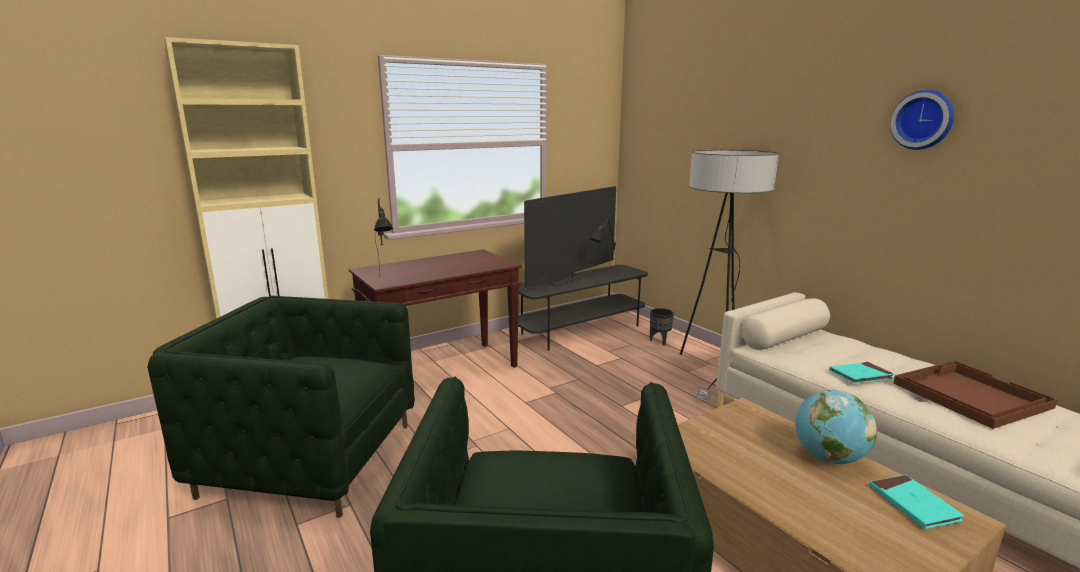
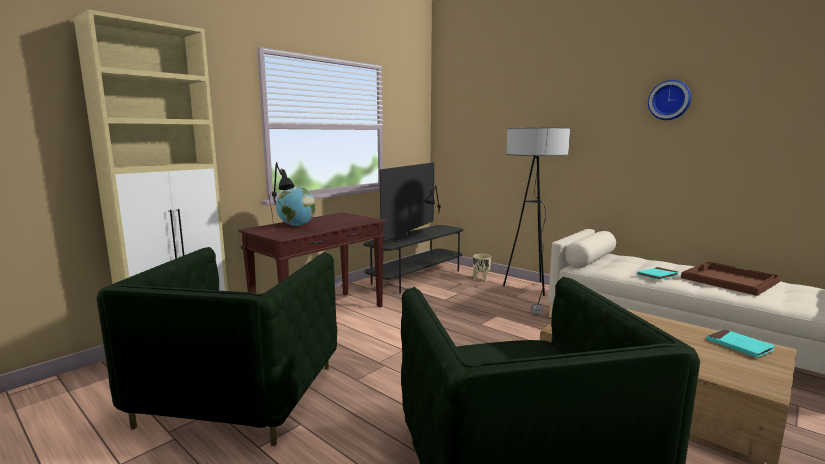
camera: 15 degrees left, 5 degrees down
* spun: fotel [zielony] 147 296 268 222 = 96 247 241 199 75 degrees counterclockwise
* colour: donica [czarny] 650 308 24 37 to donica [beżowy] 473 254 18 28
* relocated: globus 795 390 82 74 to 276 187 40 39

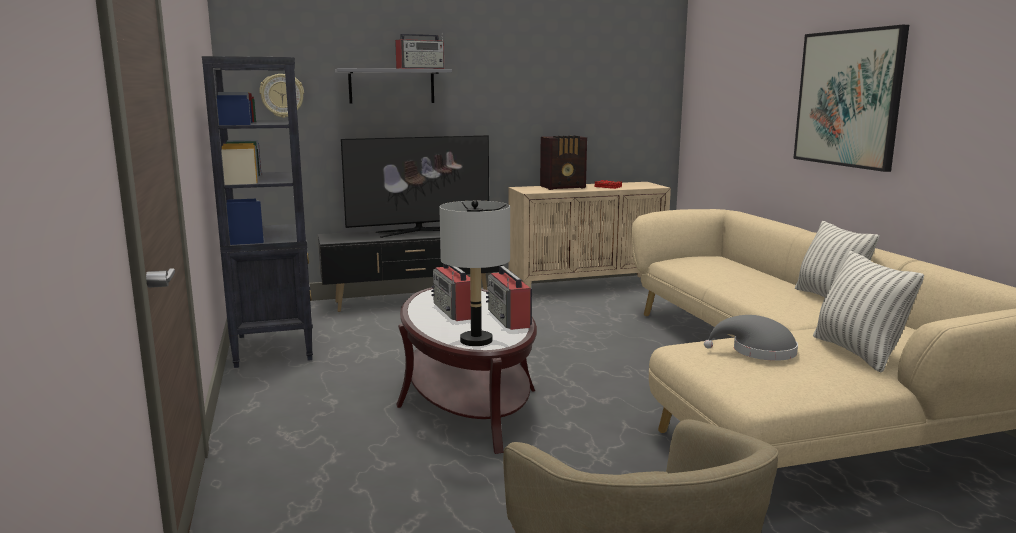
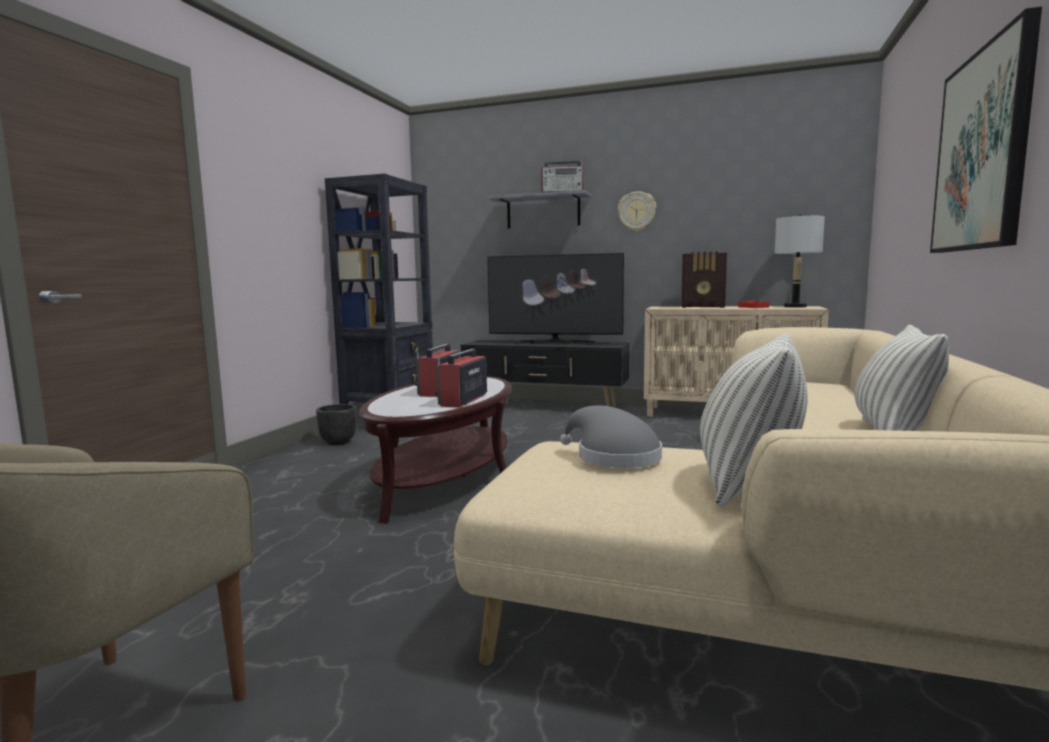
camera: 35 degrees right, 5 degrees down
* relocated: zegar ścienny 259 74 45 44 to 618 191 39 40
* relocated: lampa stołowa [szary] 439 200 71 146 to 775 214 50 94
* appeared: donica [czarny] 316 404 41 41

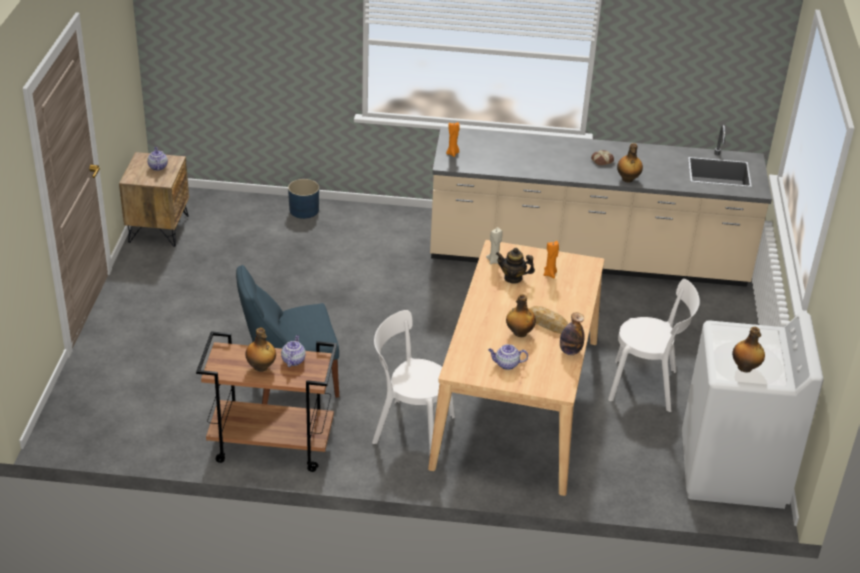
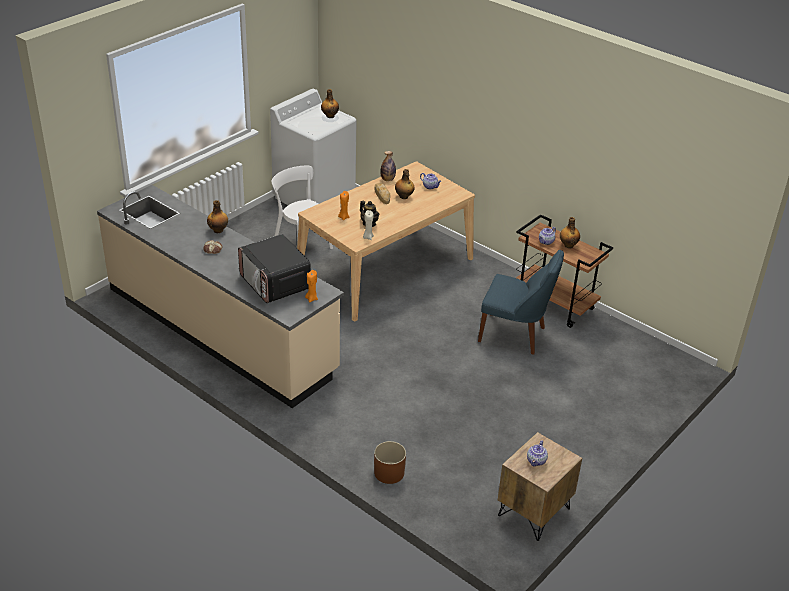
camera: 145 degrees left, 0 degrees up
* colour: donica [niebieski] 288 179 31 40 to donica [brązowy] 374 441 32 43
* missing: krzesło [biały] 372 310 83 142
* appeared: mikrofalówka 238 234 73 69

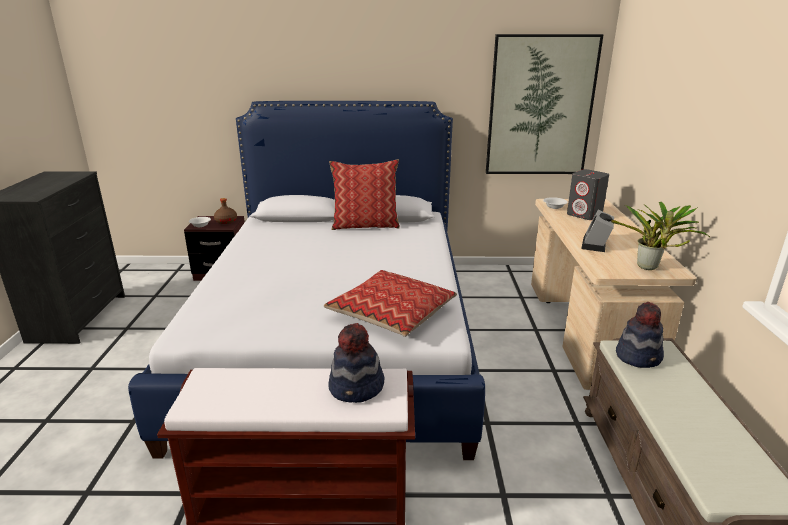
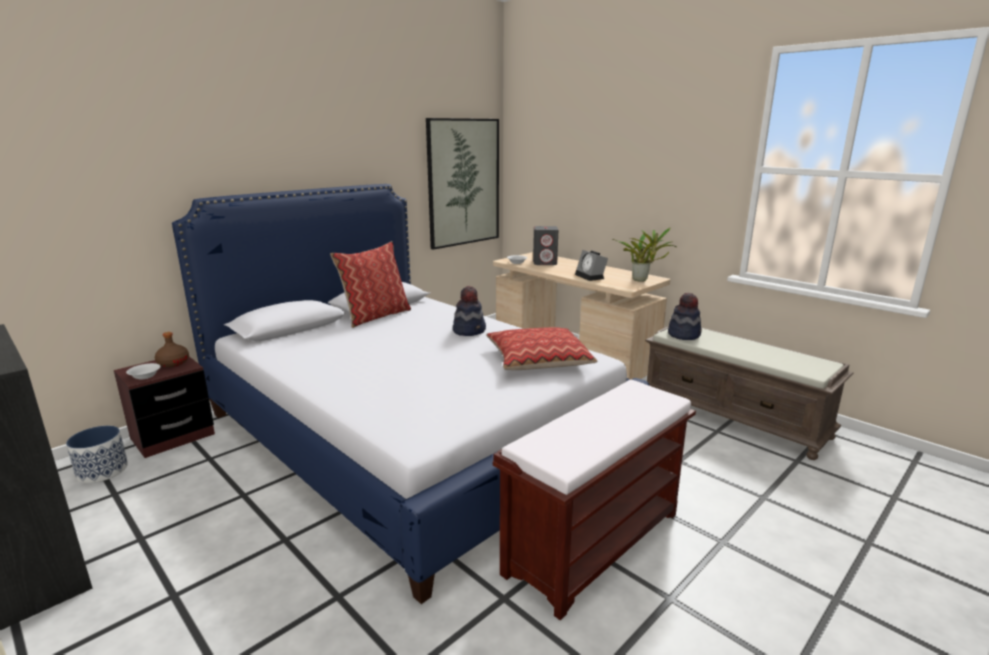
camera: 45 degrees left, 5 degrees down
* relocated: kapelusz 328 323 57 80 to 453 286 33 50
* appeared: donica 66 426 62 57

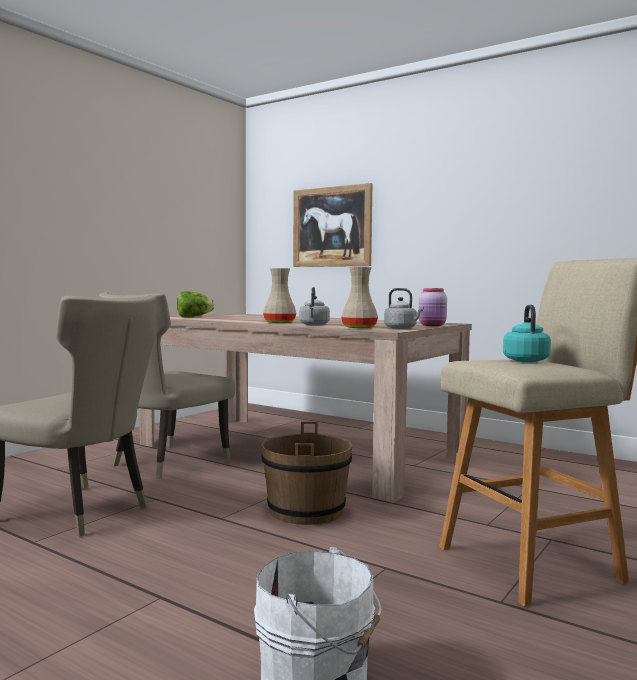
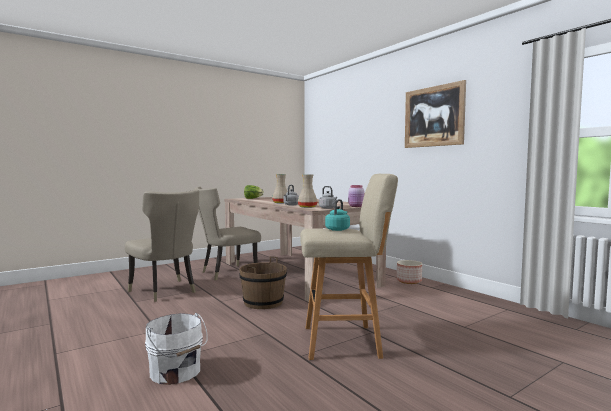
camera: 20 degrees right, 0 degrees up
* relocated: obraz 293 183 79 84 to 405 80 61 68
* appeared: donica 397 260 25 24

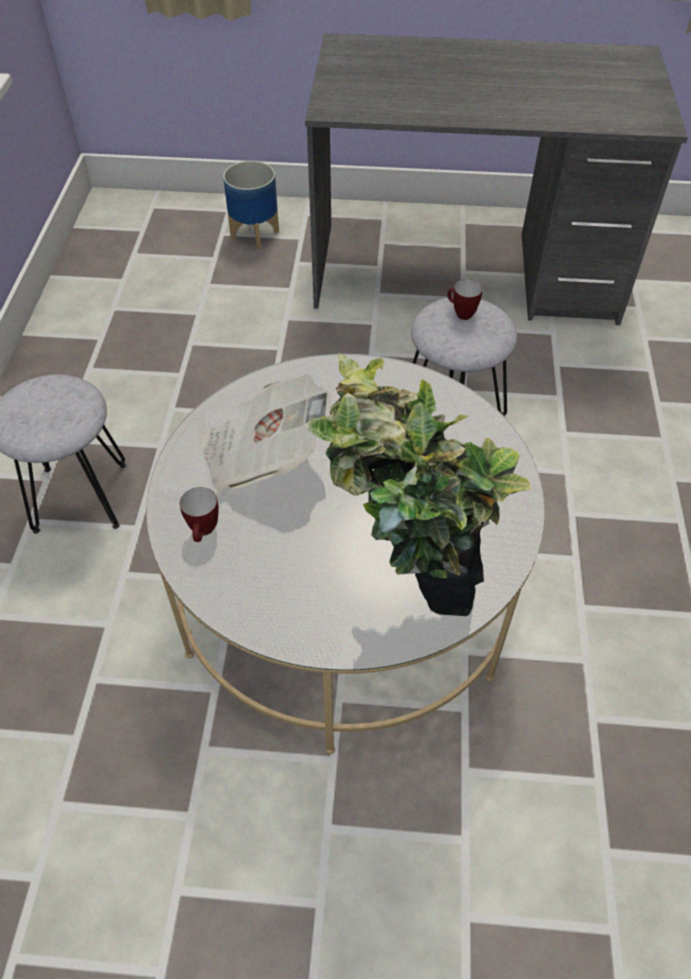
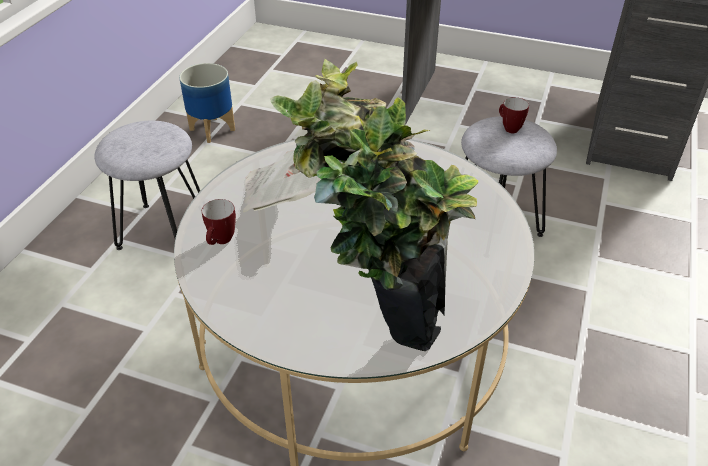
camera: 15 degrees right, 10 degrees down
* relocated: donica 223 161 56 89 to 179 63 56 80

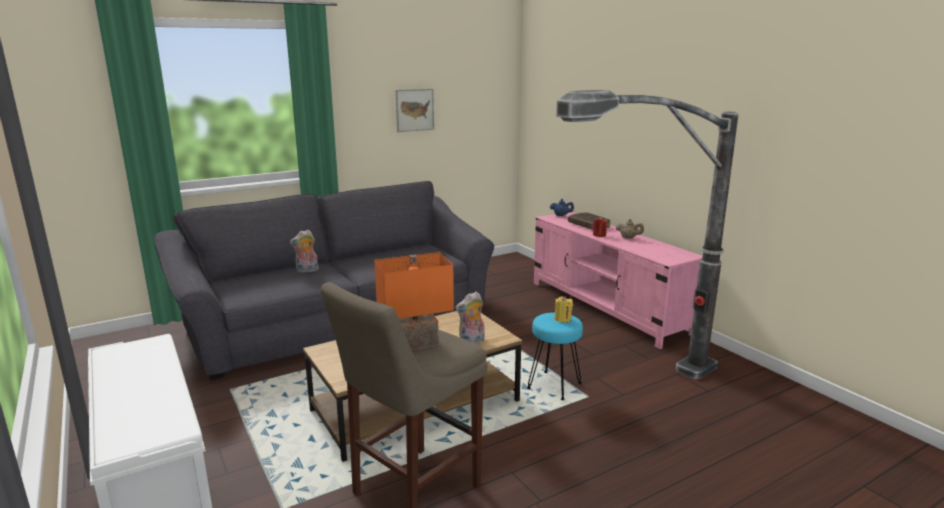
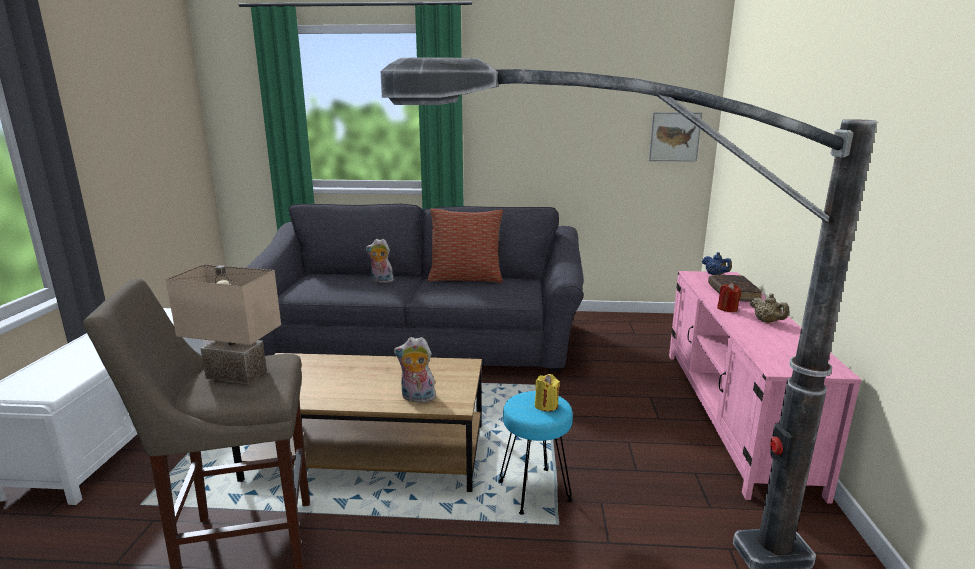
camera: 35 degrees right, 0 degrees up
* colour: lampa stołowa [pomarańczowy] 374 252 80 98 to lampa stołowa [beżowy] 166 264 115 120
* relocated: obraz 396 89 38 43 to 649 112 53 50
* appeared: poduszka 428 208 75 75

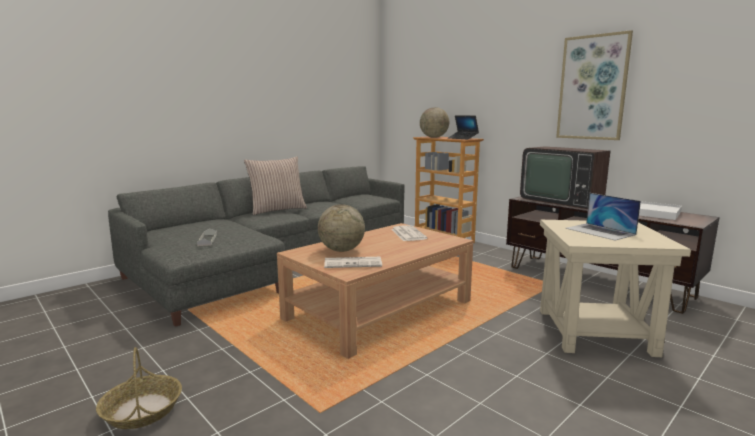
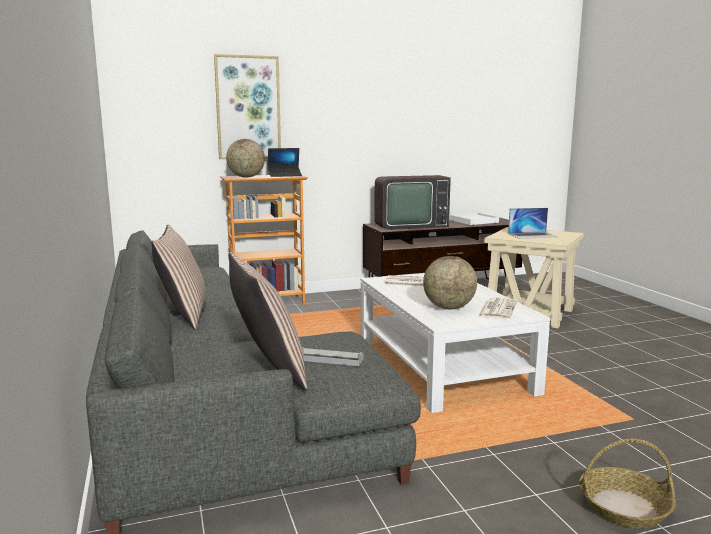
camera: 65 degrees left, 0 degrees up
* colour: ława [brązowy] 277 223 197 136 to ława [biały] 361 273 189 140
* relocated: obraz 556 30 77 110 to 214 54 67 105
* appeared: poduszka 228 252 79 138

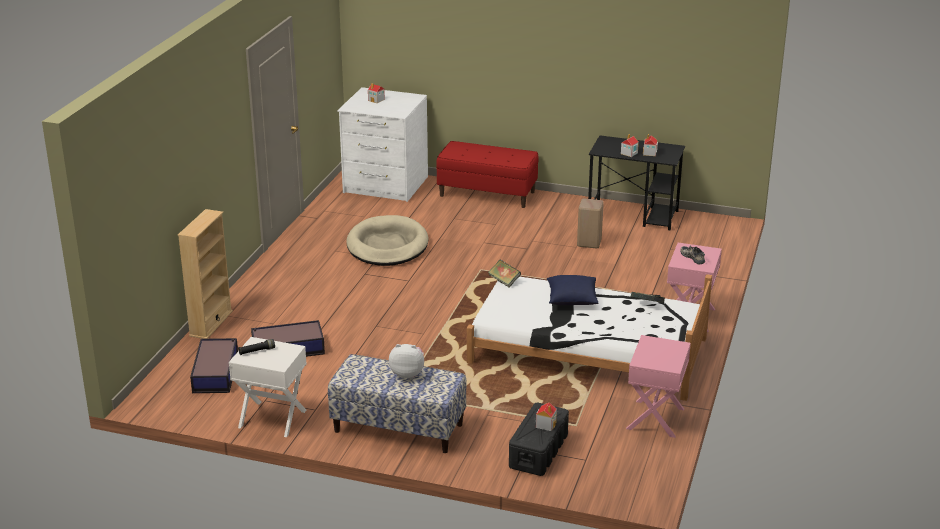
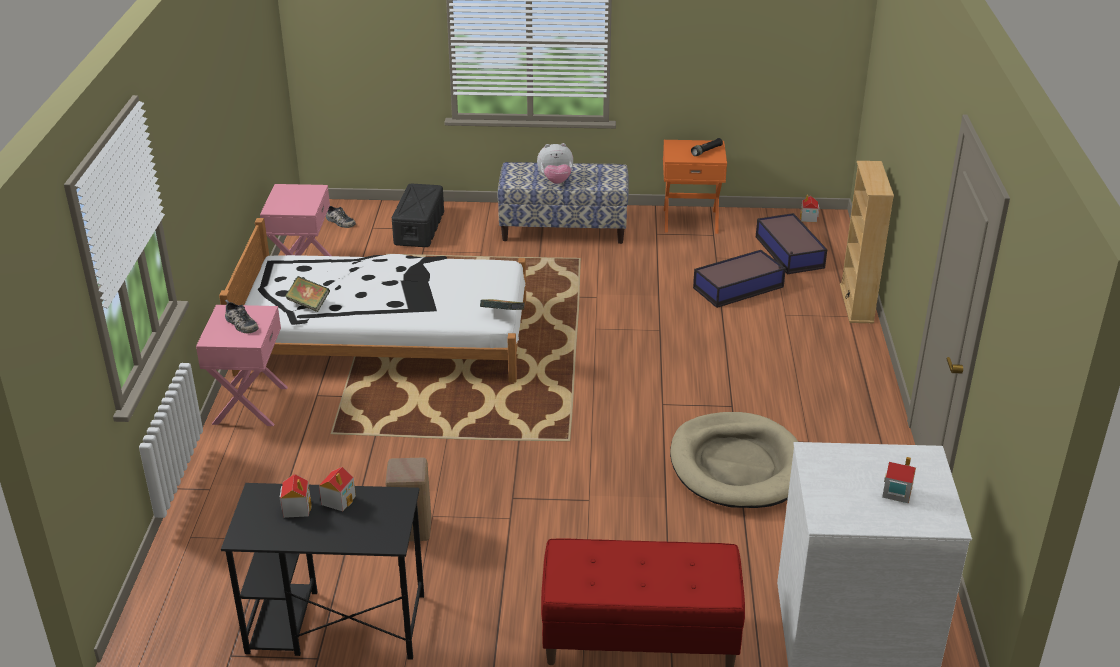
camera: 165 degrees right, 5 degrees up
* colour: szafka nocna [biały] 229 337 78 100 to szafka nocna [pomarańczowy] 663 140 64 94
* relocated: domek 536 402 21 29 to 800 195 19 27
* missing: poduszka [niebieski] 547 275 51 30
* appeared: but 326 206 30 22

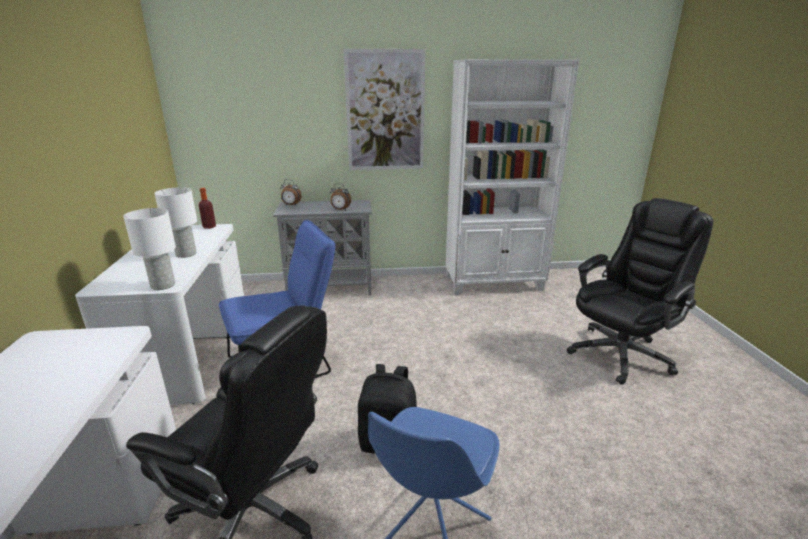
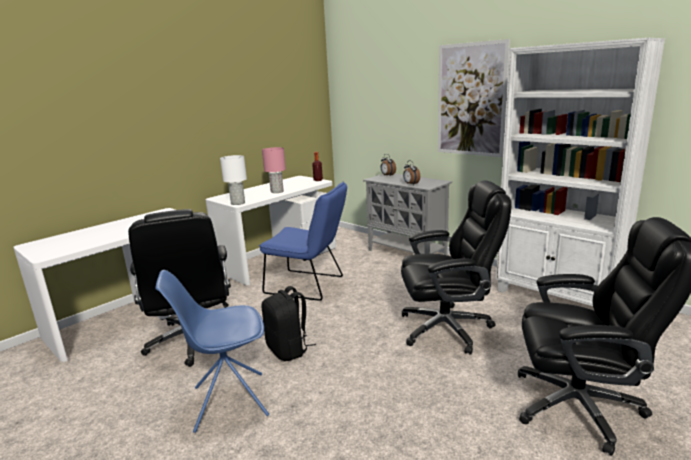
camera: 50 degrees right, 5 degrees down
* colour: lampa stołowa [biały] 154 187 43 71 to lampa stołowa [różowy] 262 147 24 46
* appeared: krzesło biurowe [czarny] 401 181 111 174

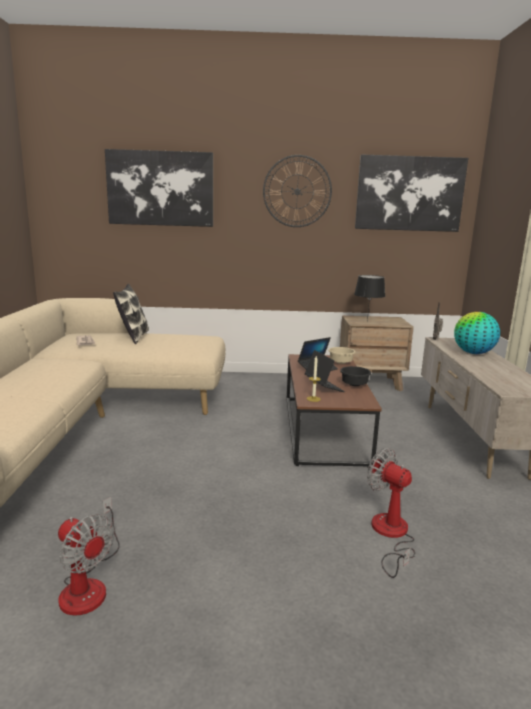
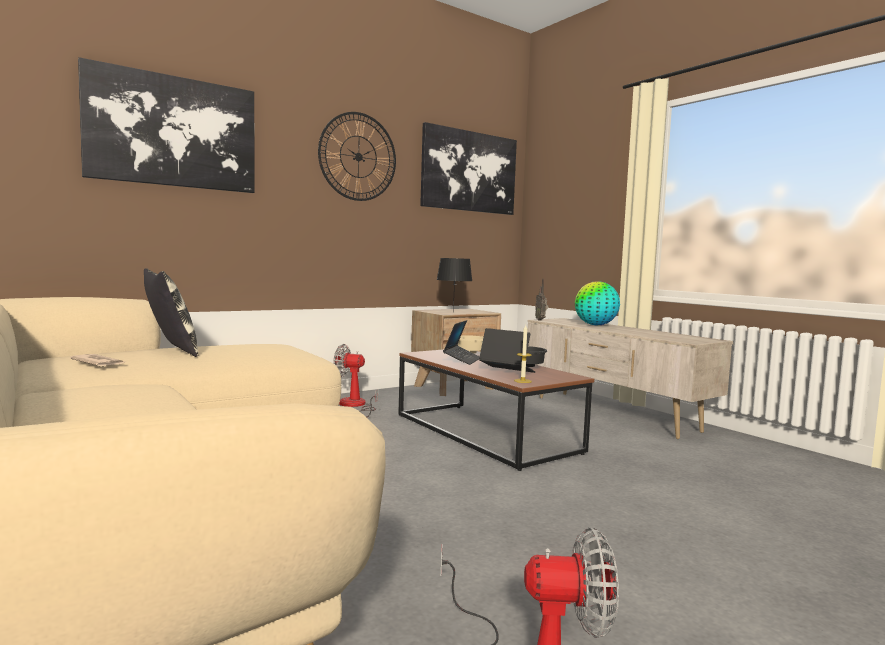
camera: 35 degrees left, 10 degrees down
* relocated: wentylator 367 448 48 130 to 333 344 45 73

